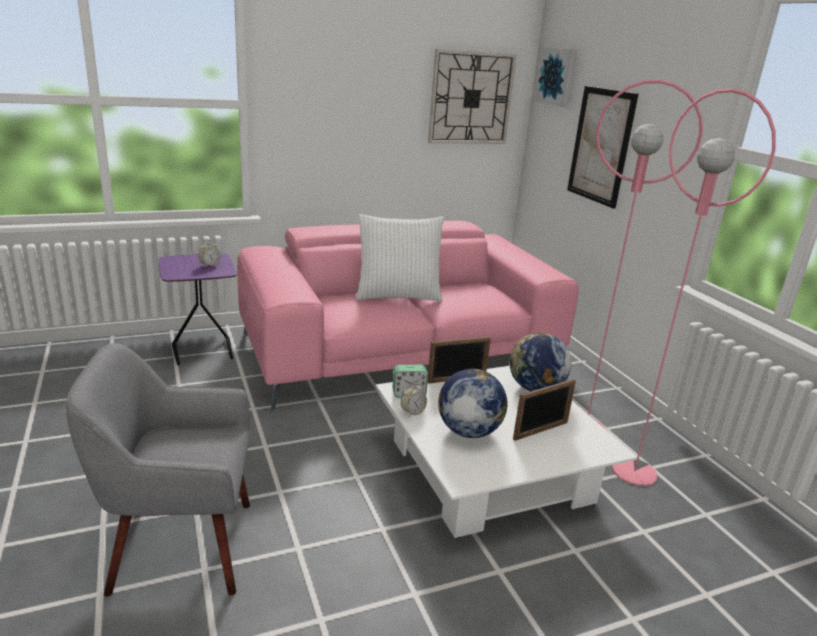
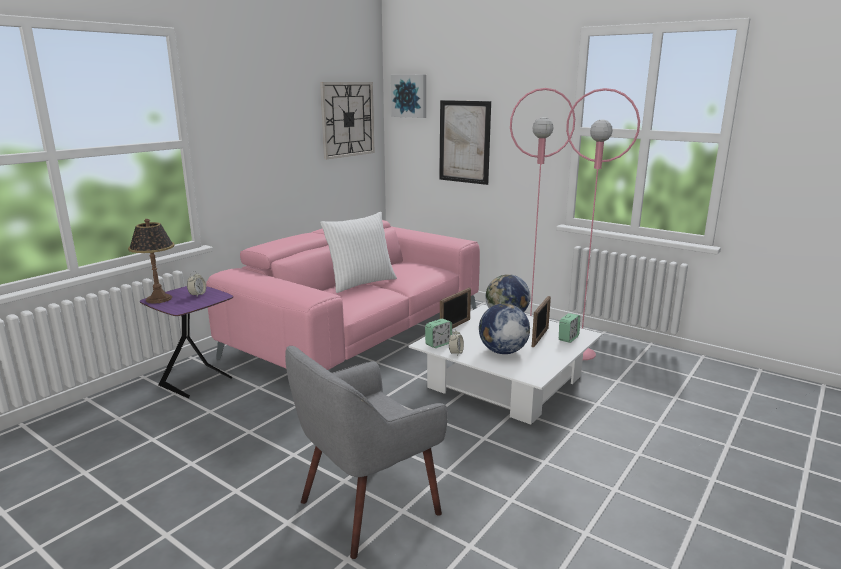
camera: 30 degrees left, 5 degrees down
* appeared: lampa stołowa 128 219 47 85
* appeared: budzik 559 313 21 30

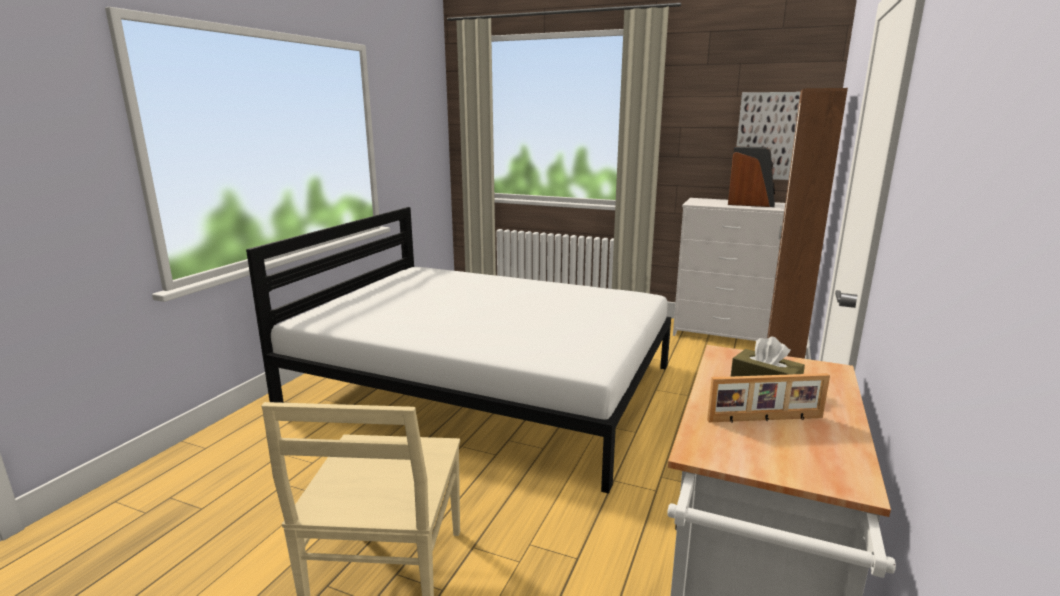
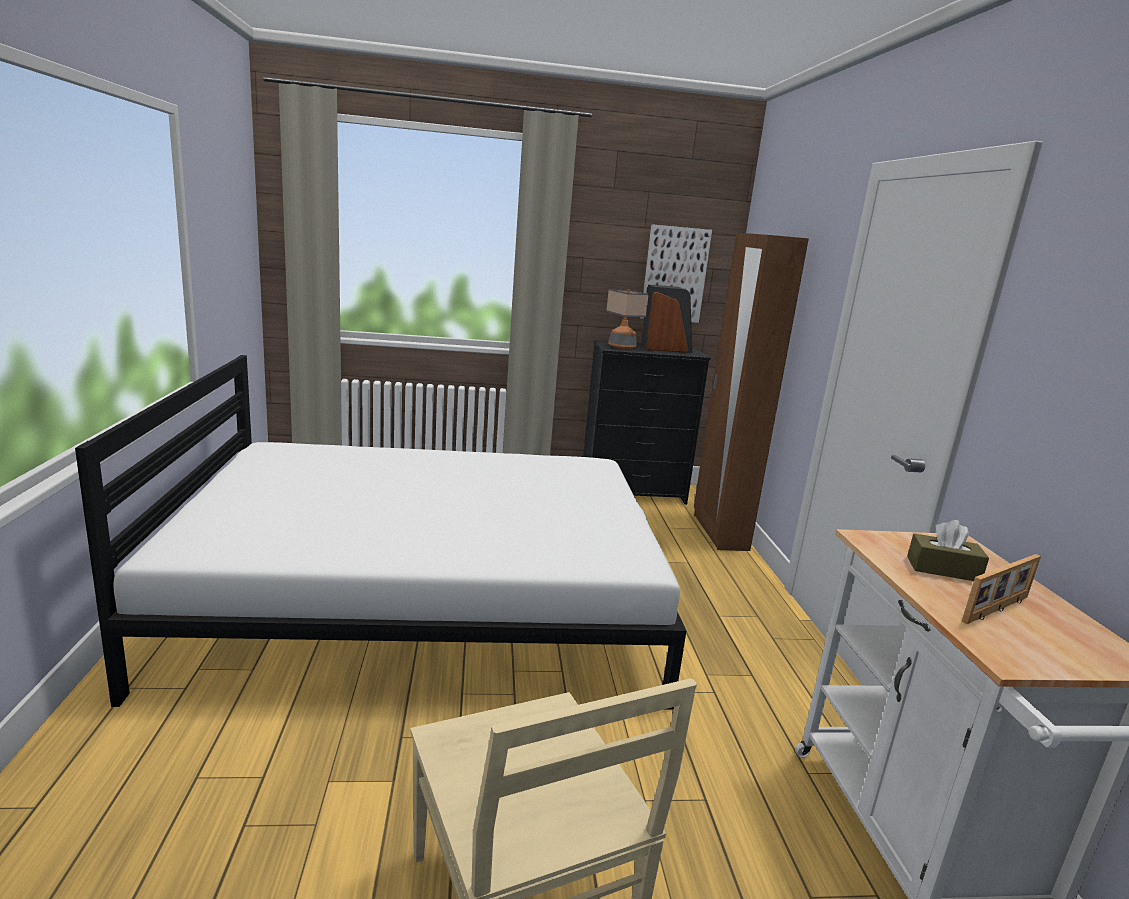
camera: 30 degrees left, 0 degrees up
* colour: komoda [biały] 673 198 112 143 to komoda [czarny] 583 340 128 165
* appeared: lampa stołowa 606 289 43 60

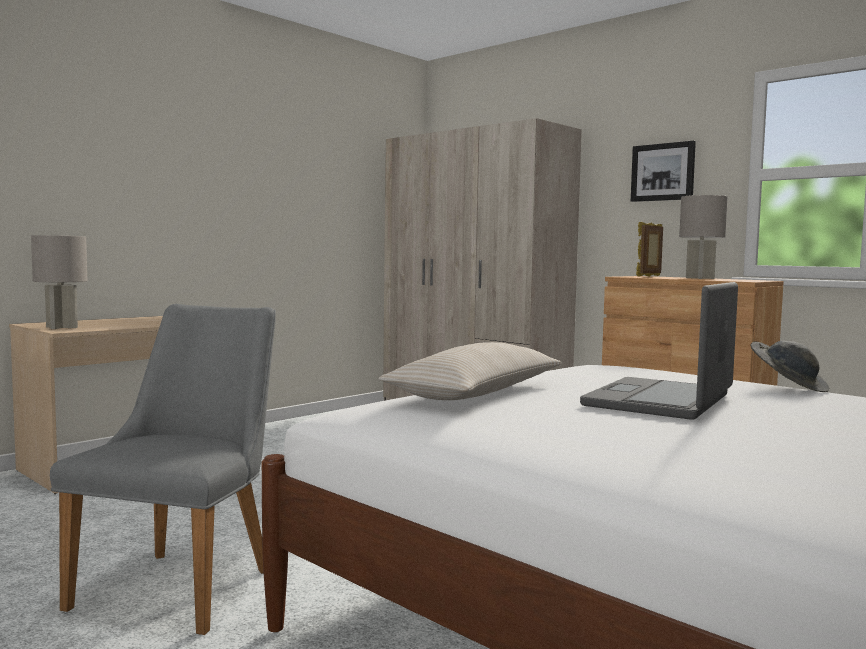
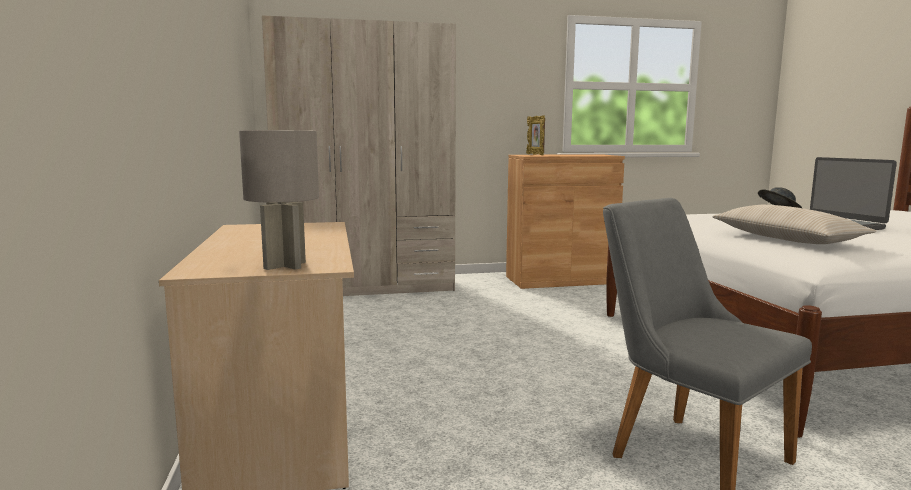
camera: 55 degrees left, 5 degrees up
* missing: obraz 631 141 65 61
* missing: lampa stołowa [szary] 679 195 49 84

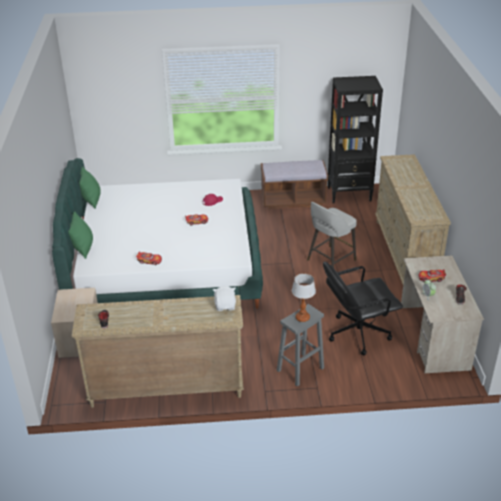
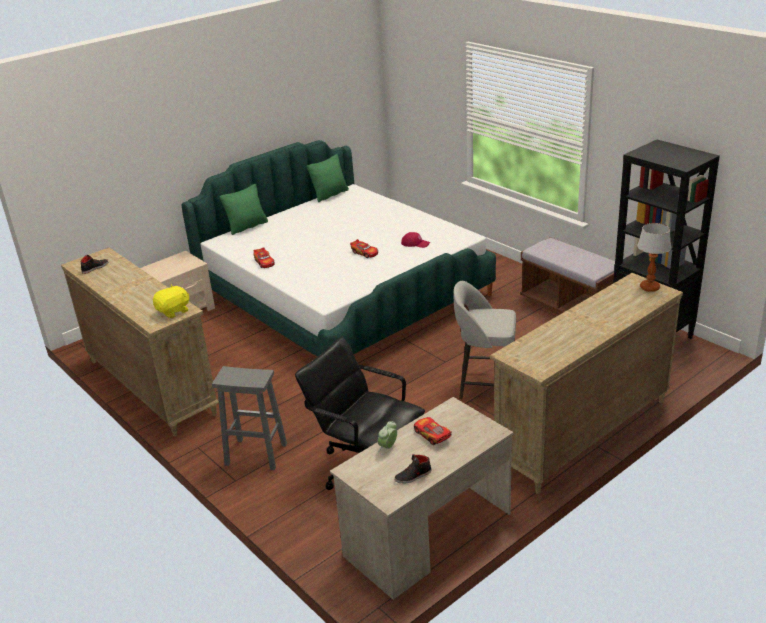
camera: 55 degrees right, 5 degrees down
* colour: pluszak [biały] 213 286 23 25 to pluszak [żółty] 153 285 36 33
* relocated: lampa stołowa 292 273 24 49 to 637 223 34 69

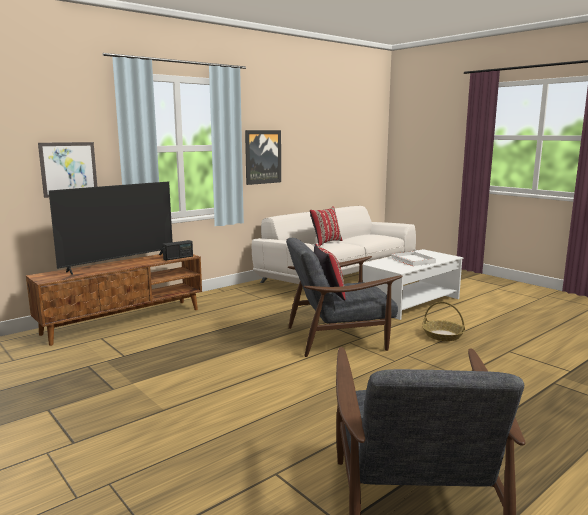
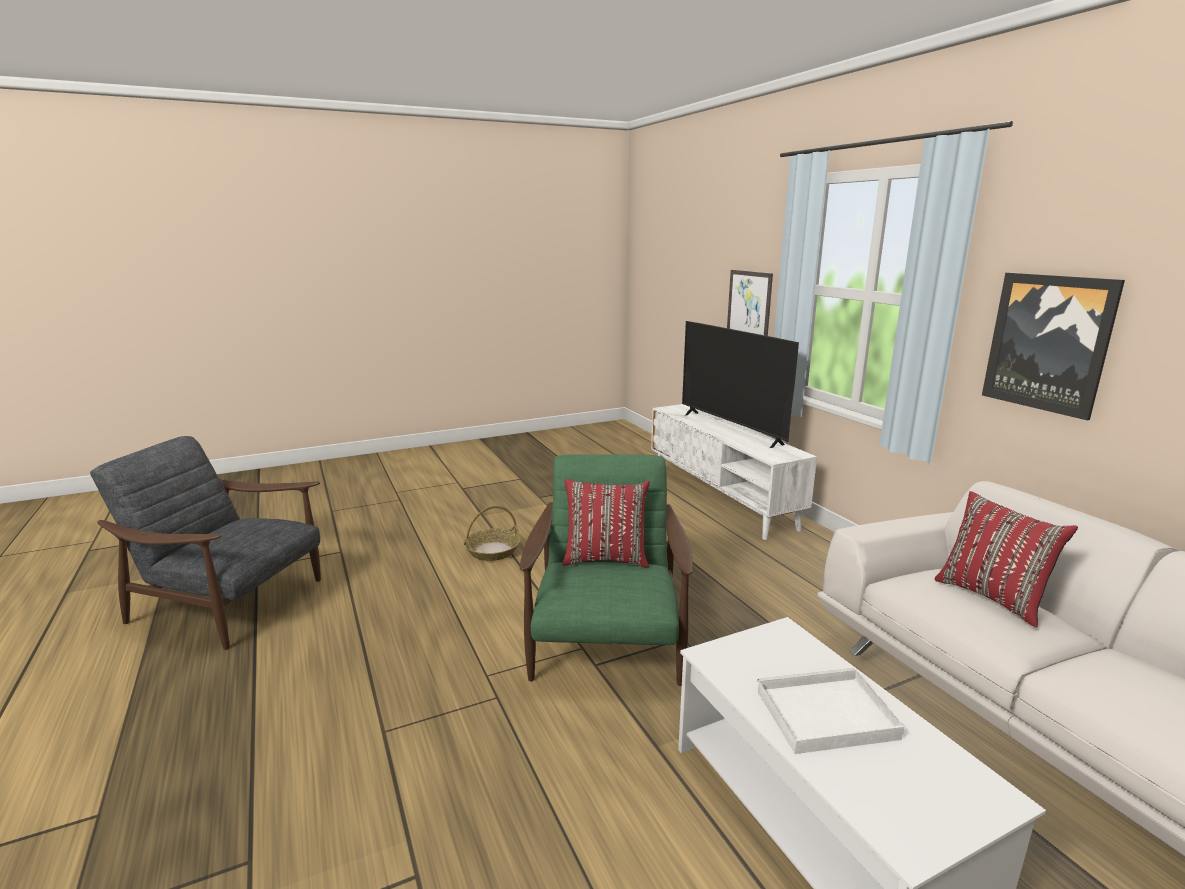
camera: 105 degrees right, 5 degrees up
* colour: szafka pod telewizor [brązowy] 26 254 176 92 to szafka pod telewizor [biały] 651 404 166 136
* missing: radio 162 240 31 20
* colour: fotel [szary] 286 238 117 119 to fotel [zielony] 520 454 173 232
* relocated: koszyk 422 302 43 39 to 464 506 57 55

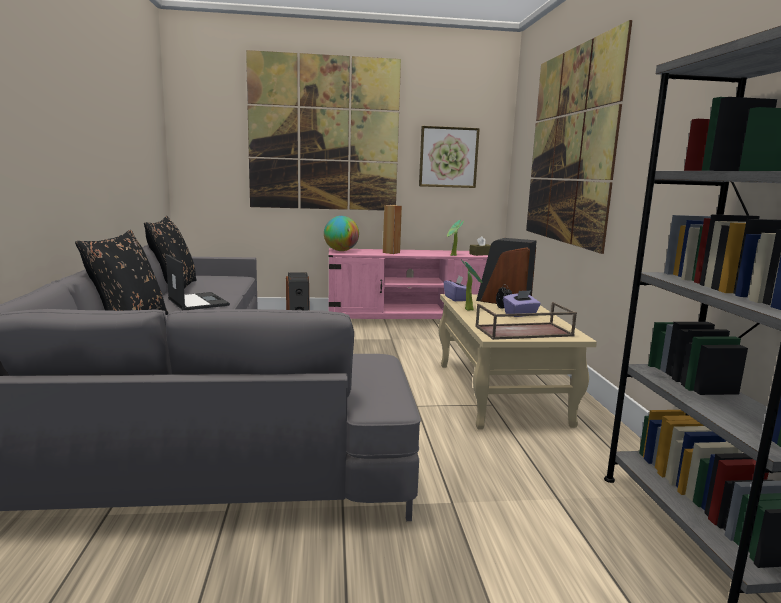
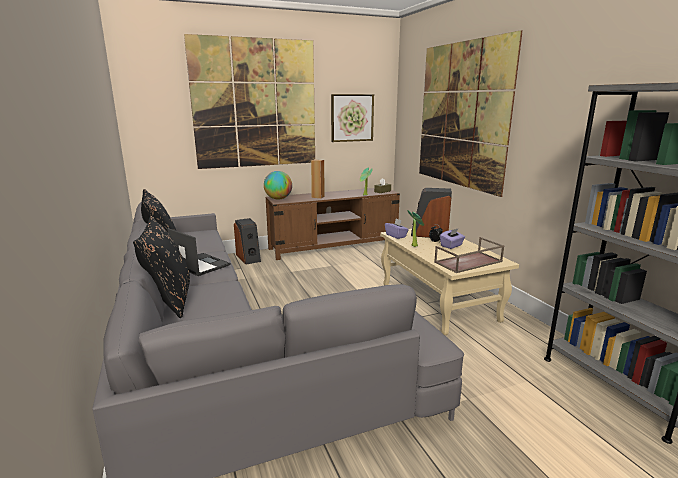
camera: 15 degrees left, 5 degrees up
* colour: szafka pod telewizor [różowy] 329 248 159 71 to szafka pod telewizor [brązowy] 265 188 135 72

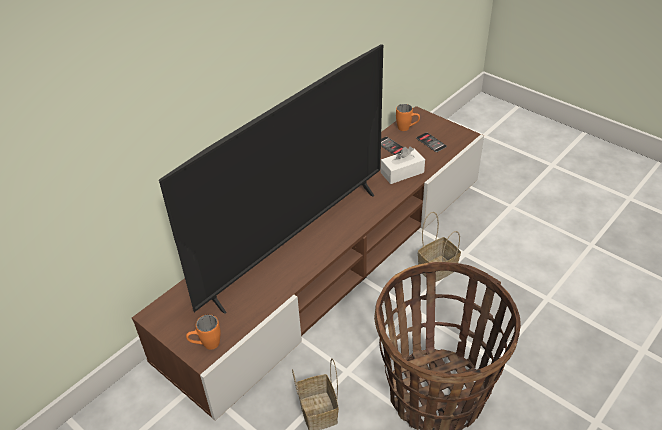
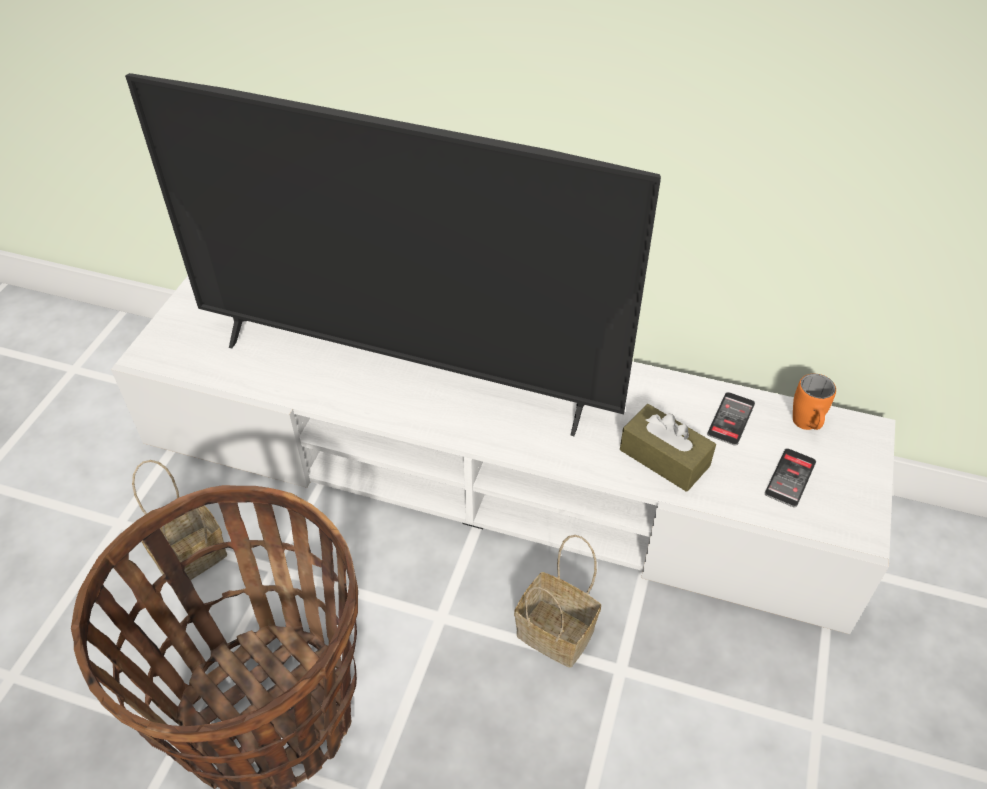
camera: 65 degrees right, 5 degrees up
* colour: szafka pod telewizor [brązowy] 132 106 352 315 to szafka pod telewizor [biały] 111 276 784 358
* missing: kubek [pomarańczowy] 186 314 35 36
* colour: pudełko chusteczek [biały] 381 147 44 37 to pudełko chusteczek [brązowy] 620 404 96 88

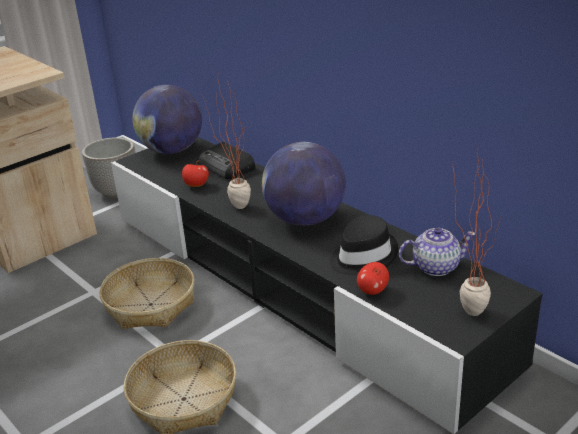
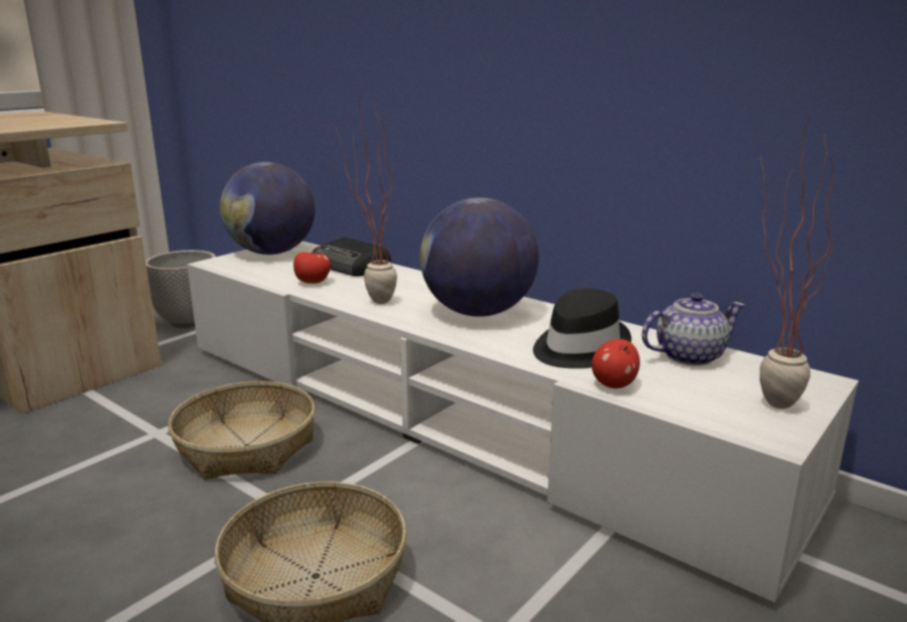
camera: 10 degrees left, 10 degrees down
* colour: szafka pod telewizor [czarny] 111 137 432 297 to szafka pod telewizor [biały] 187 241 672 362

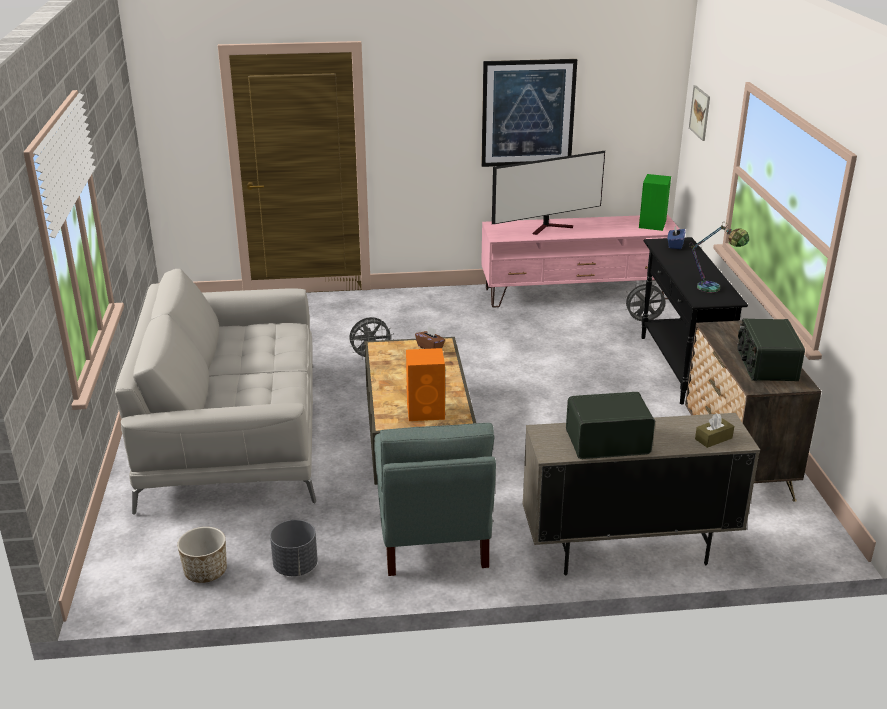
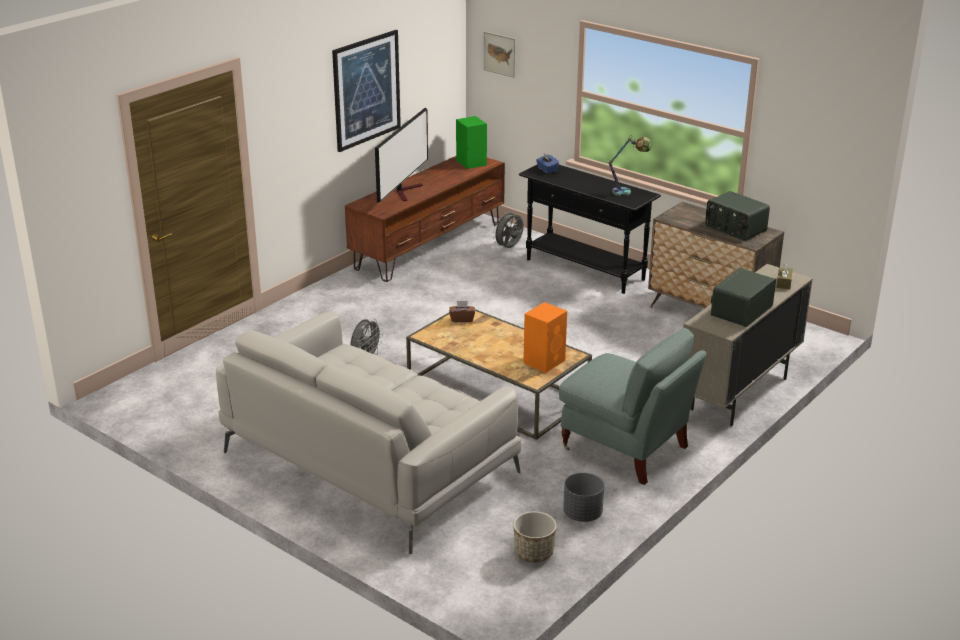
camera: 45 degrees left, 0 degrees up
* colour: szafka pod telewizor [różowy] 481 214 198 93 to szafka pod telewizor [brązowy] 345 156 160 126

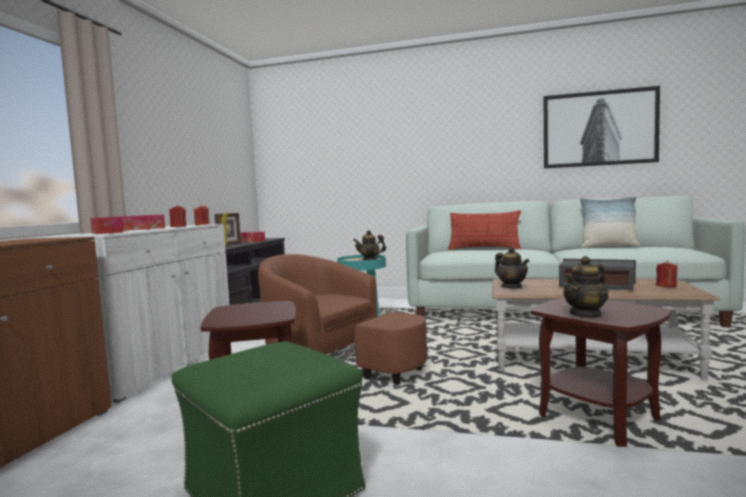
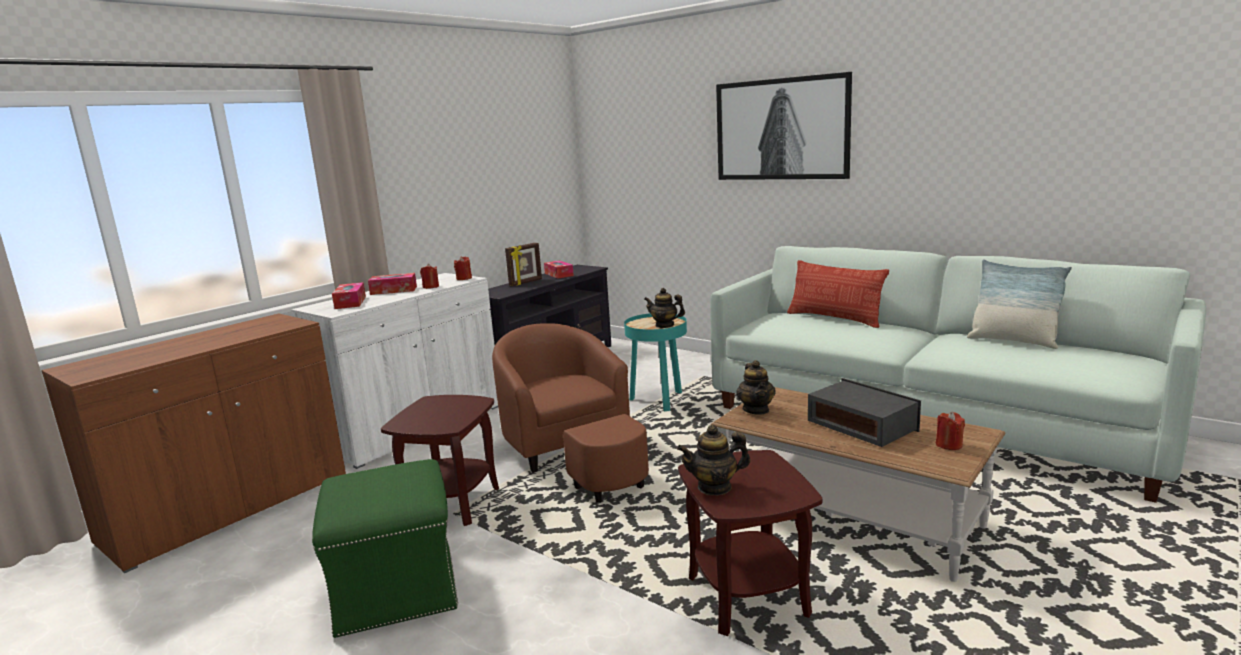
camera: 25 degrees right, 10 degrees up
* relocated: obraz 544 86 116 83 to 716 72 136 108

